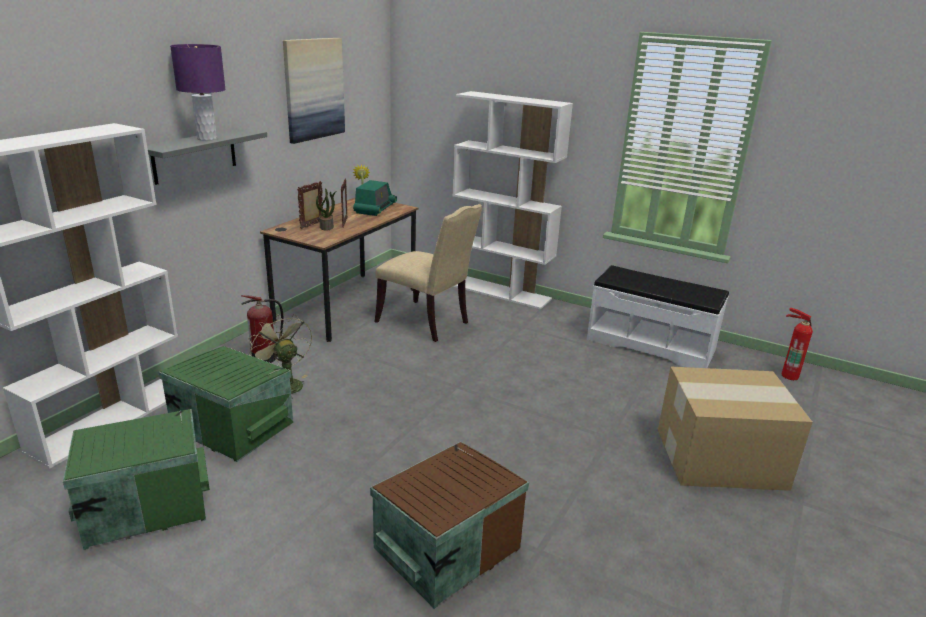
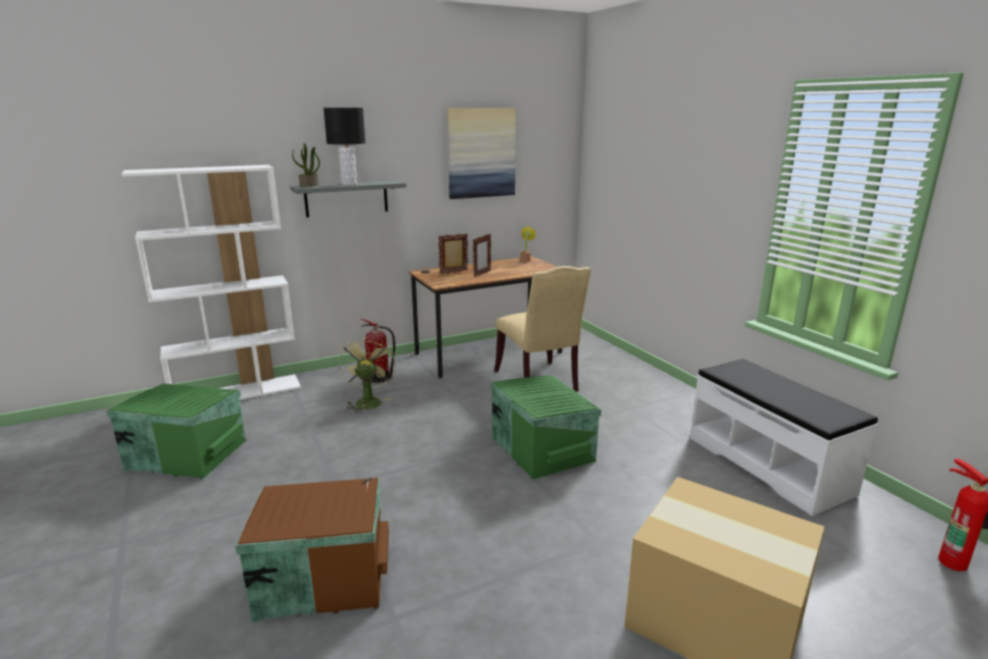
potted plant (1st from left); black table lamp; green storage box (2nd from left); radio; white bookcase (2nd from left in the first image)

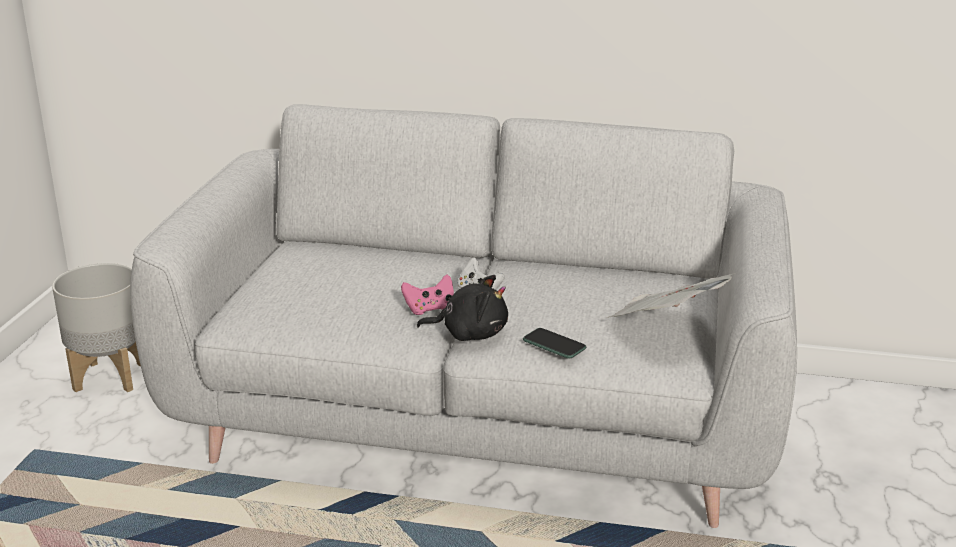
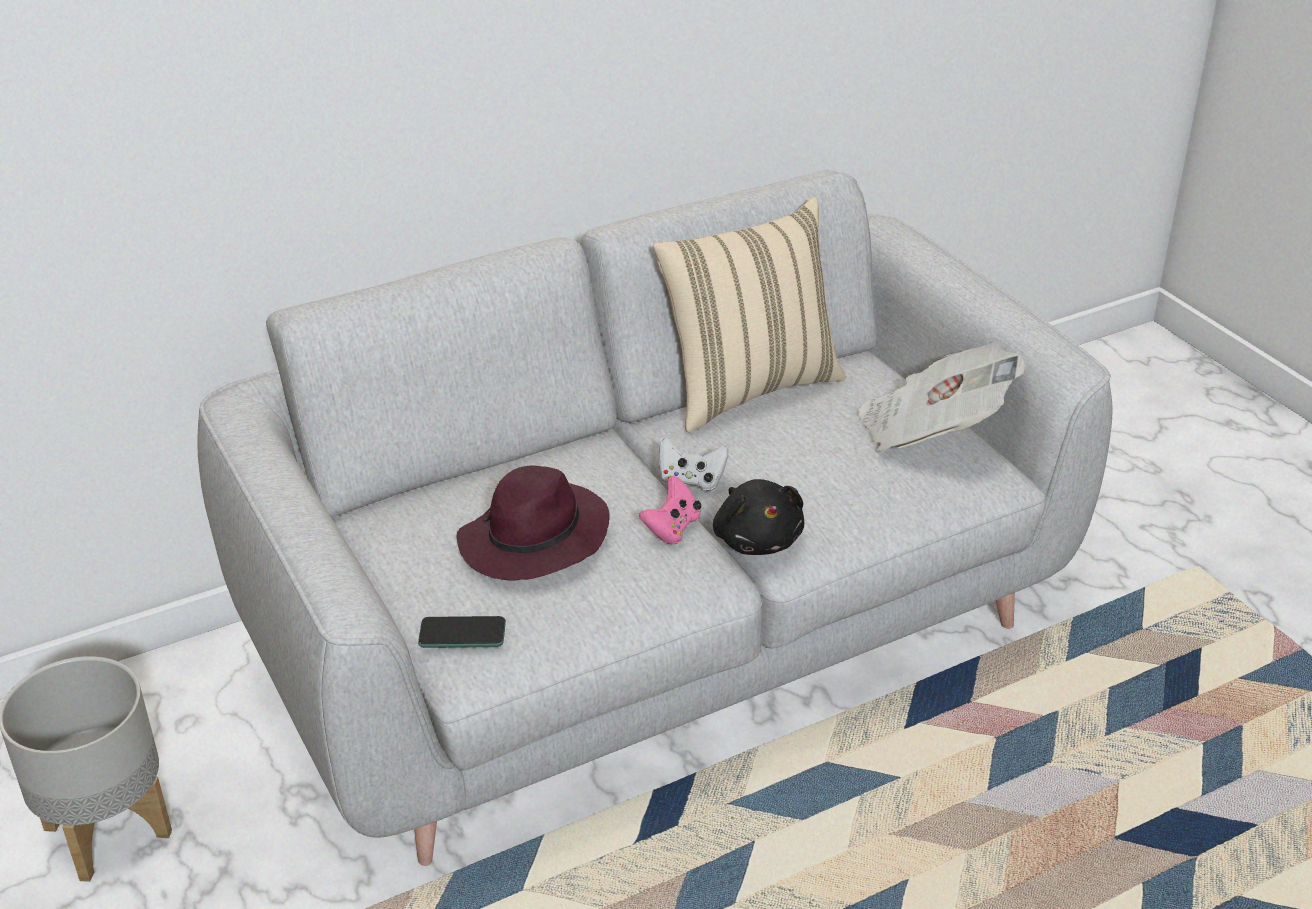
phone; purple hat; beige pillow; black plush toy

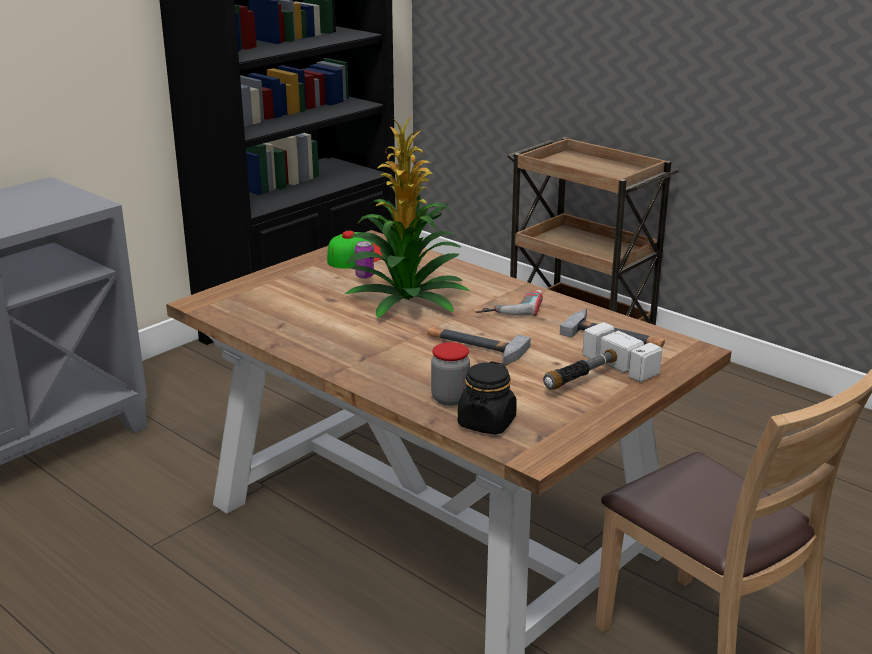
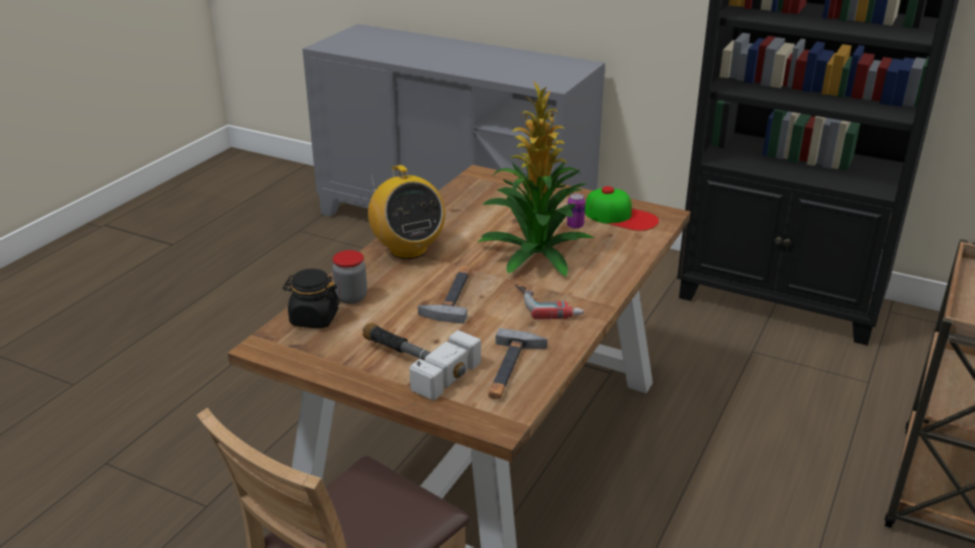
radio

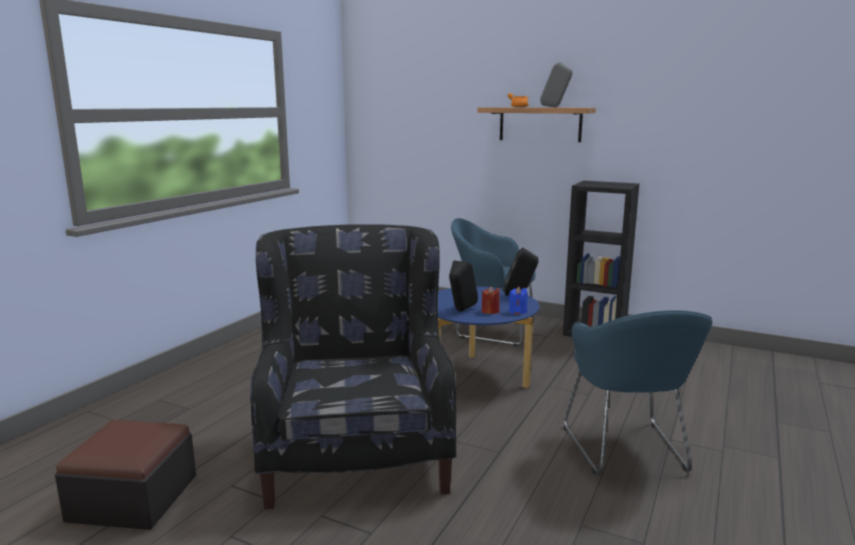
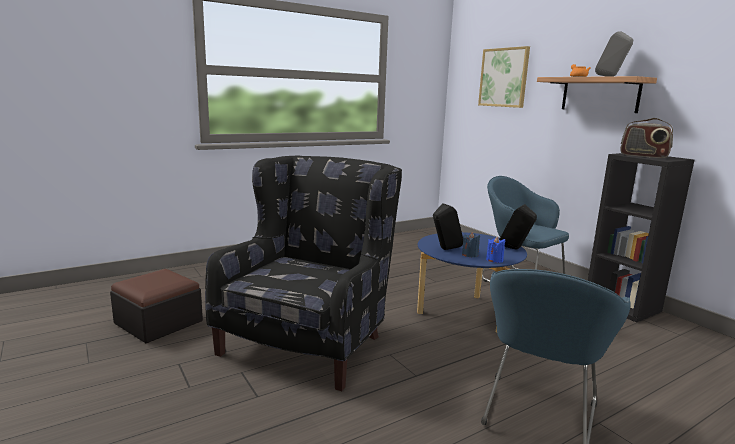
blue candle (1st from left); picture; radio

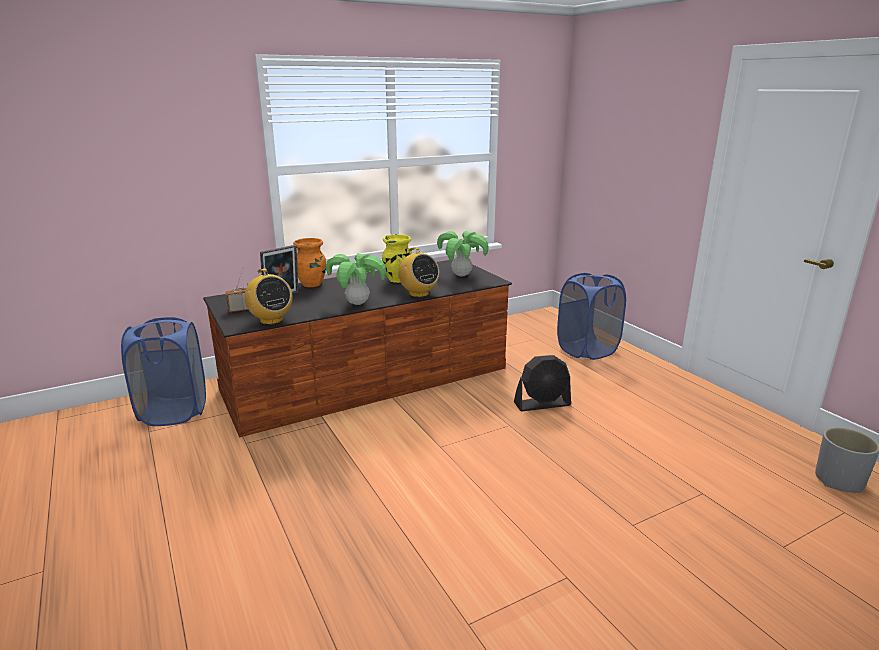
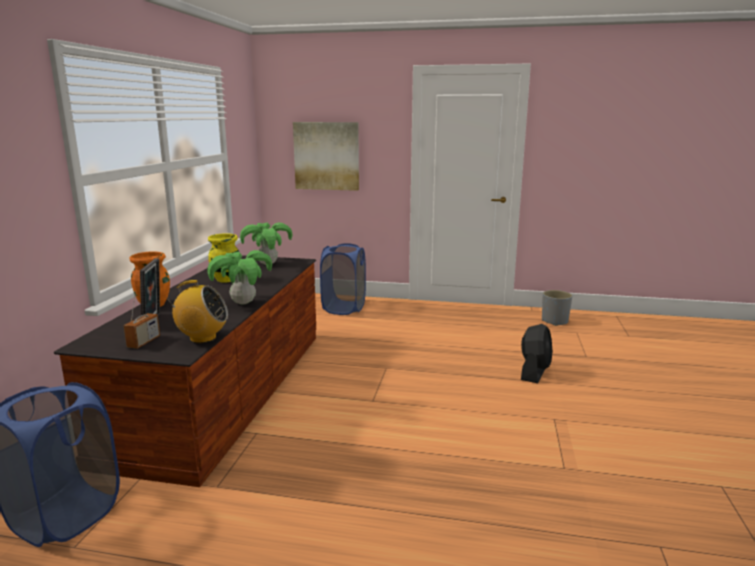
picture; black fan; radio (3rd from left in the first image)

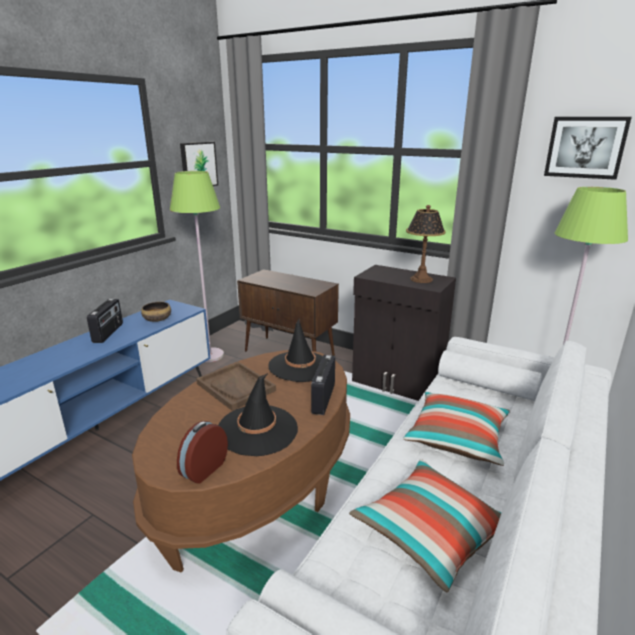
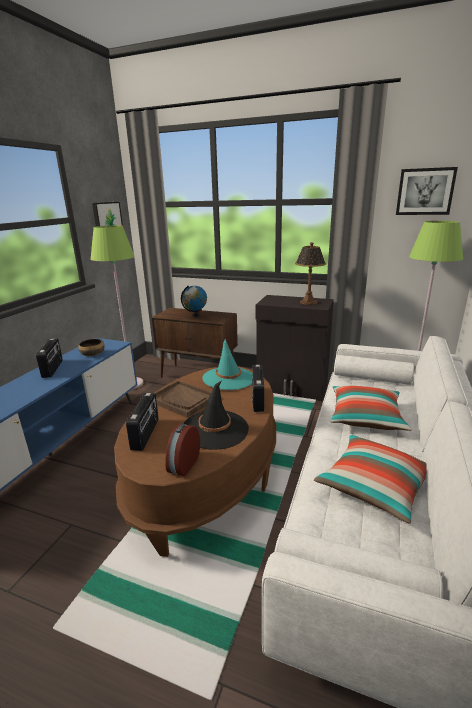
radio (2nd from left); globe; turquoise hat

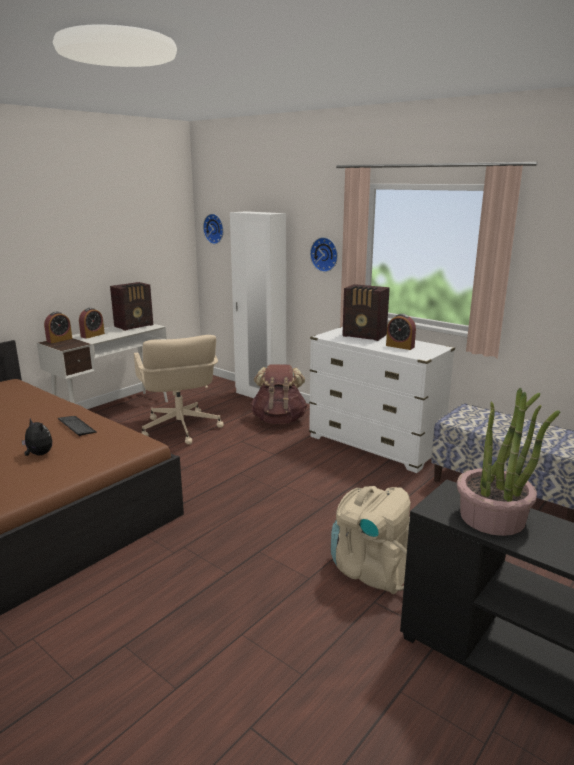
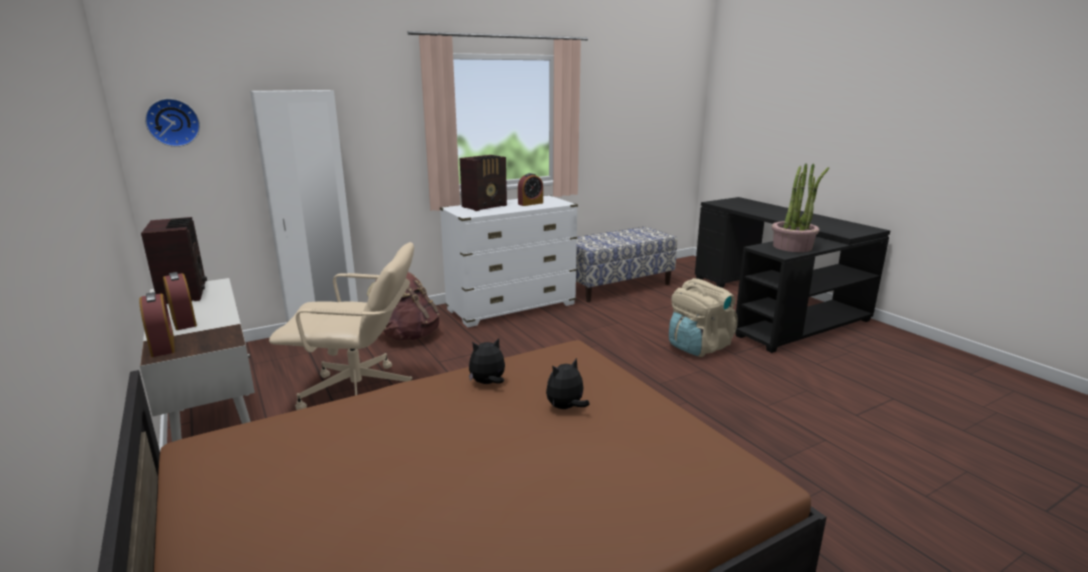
plush toy (1st from left); wall clock (2nd from left in the first image)

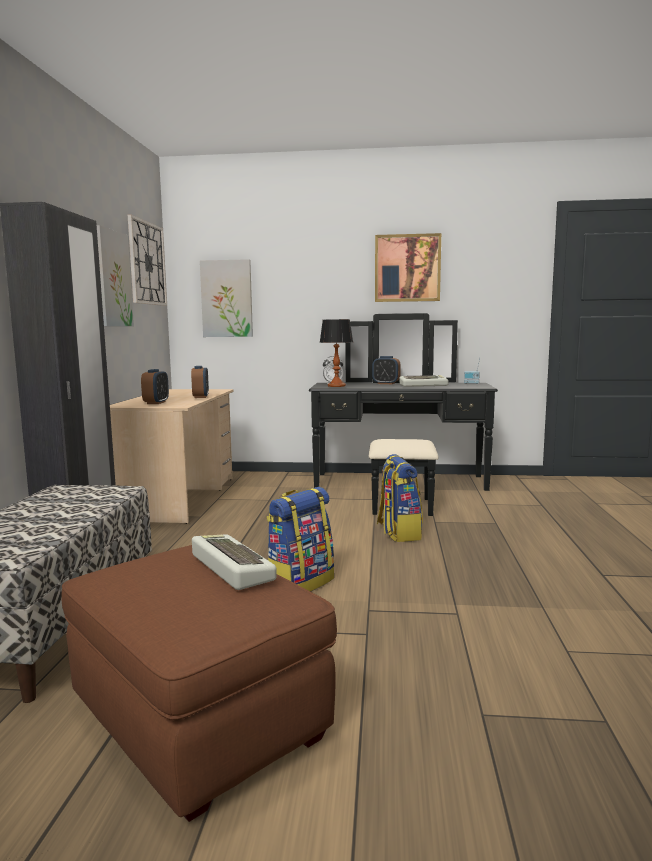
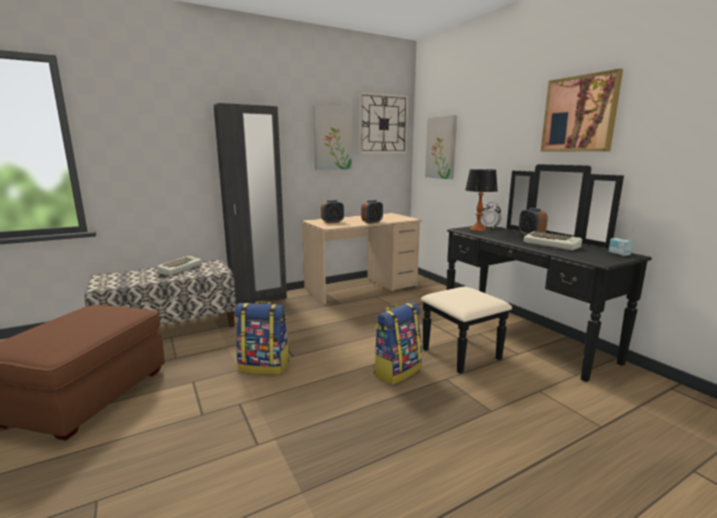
keyboard (1st from left)

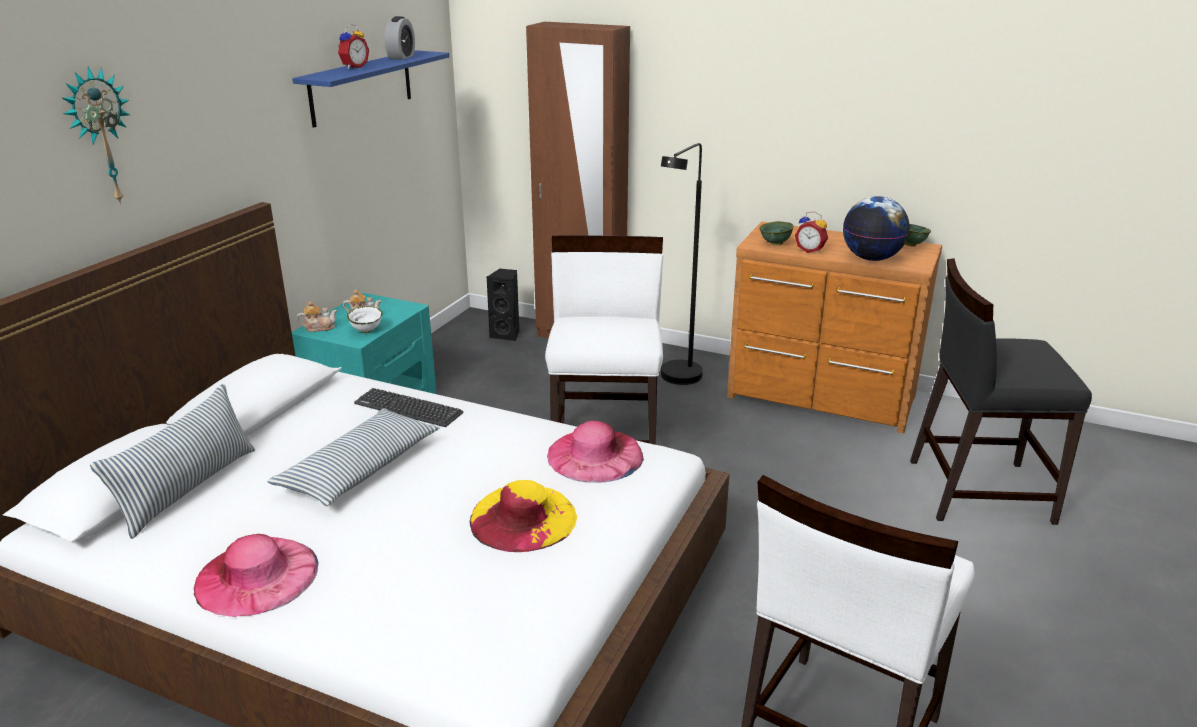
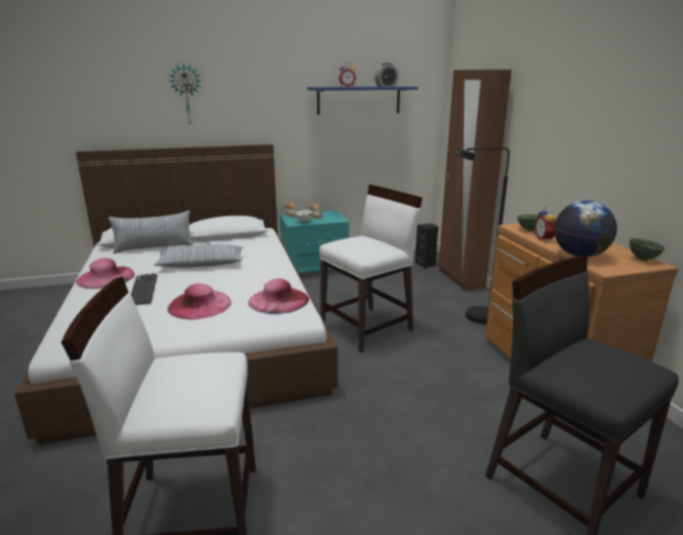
keyboard; pink hat (2nd from left)

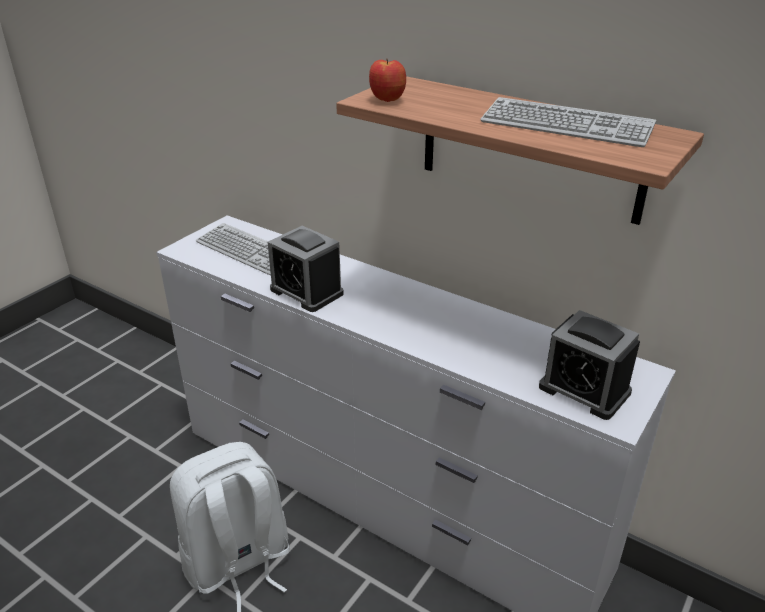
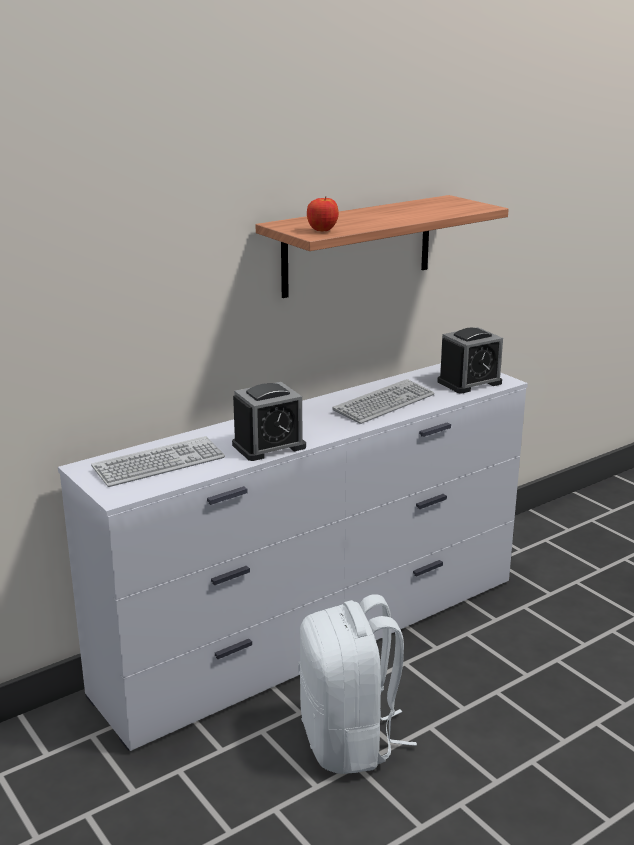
keyboard (2nd from left)

